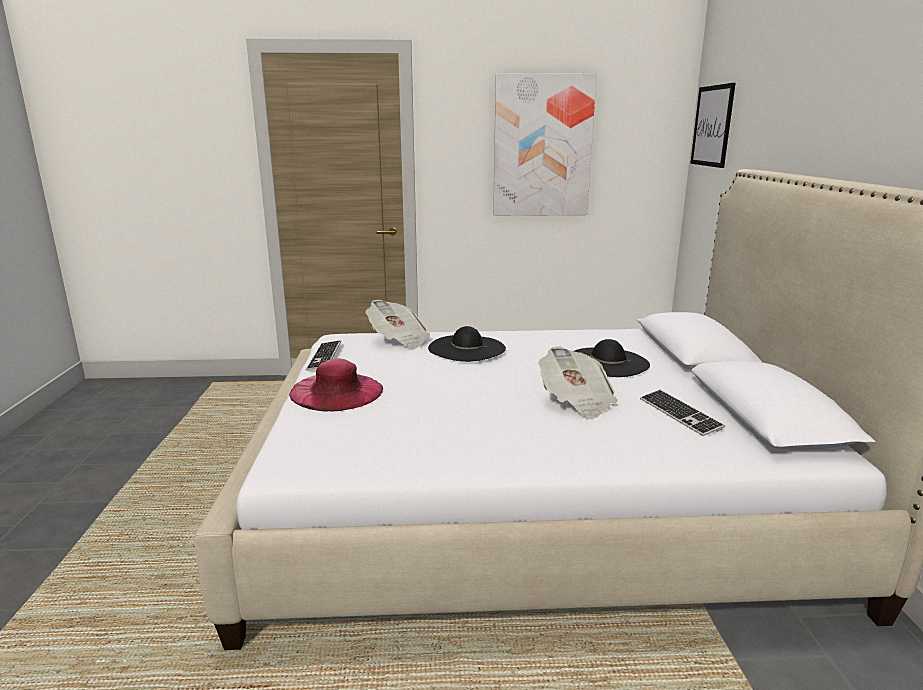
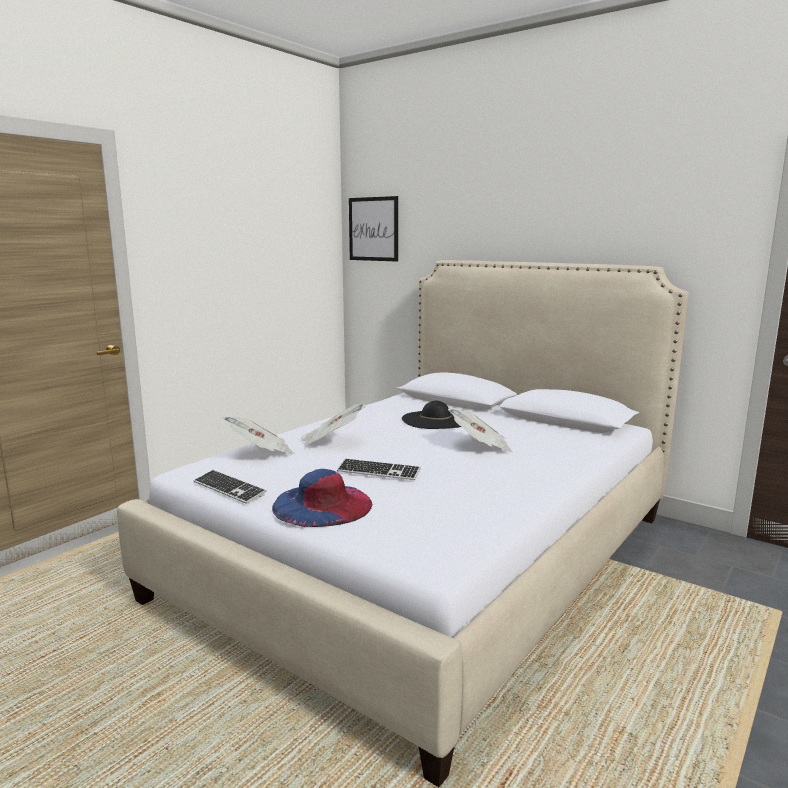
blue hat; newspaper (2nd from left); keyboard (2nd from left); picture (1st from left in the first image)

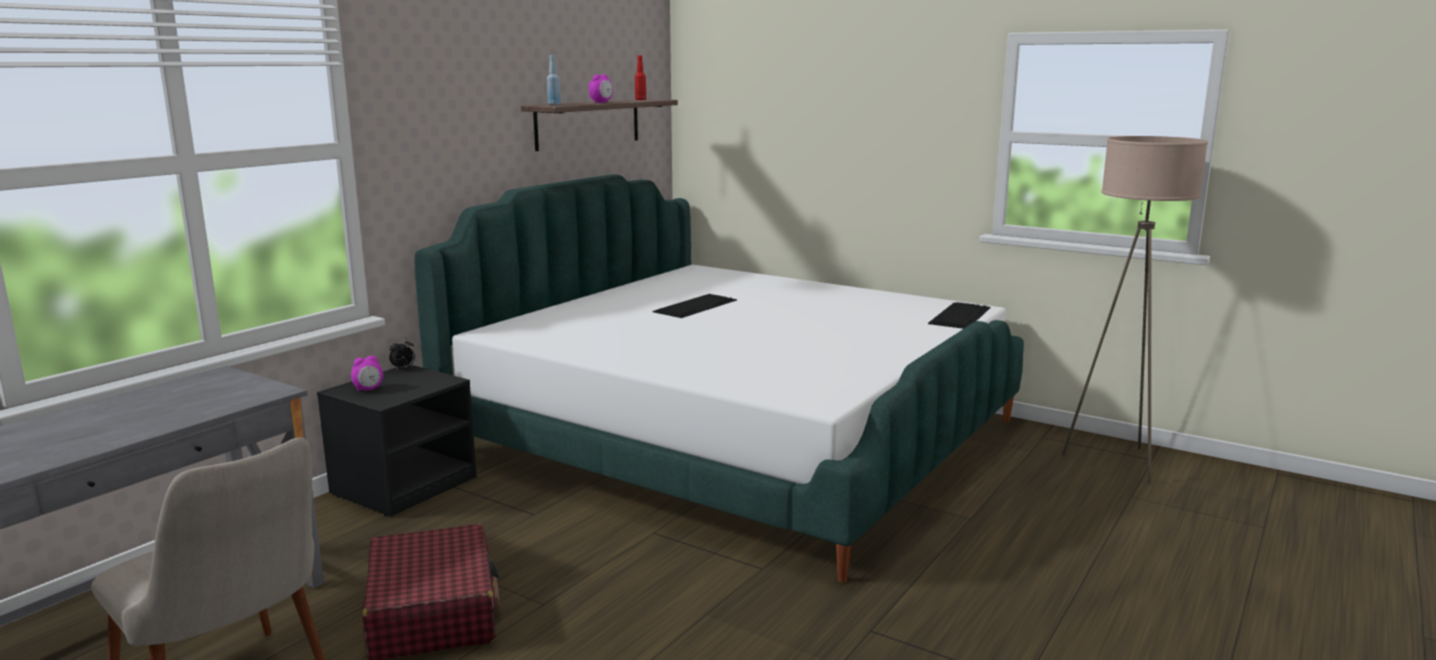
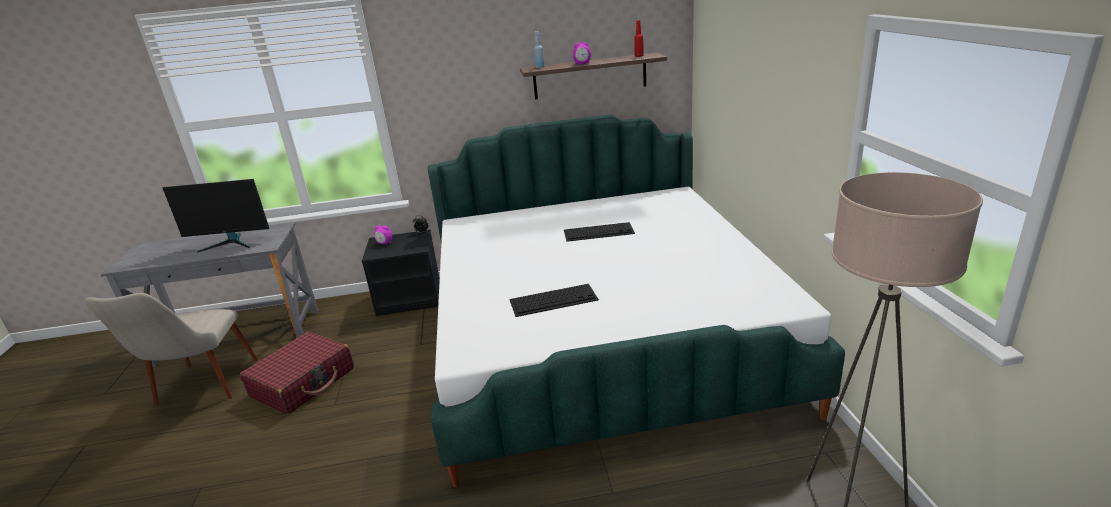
monitor; keyboard (1st from left)

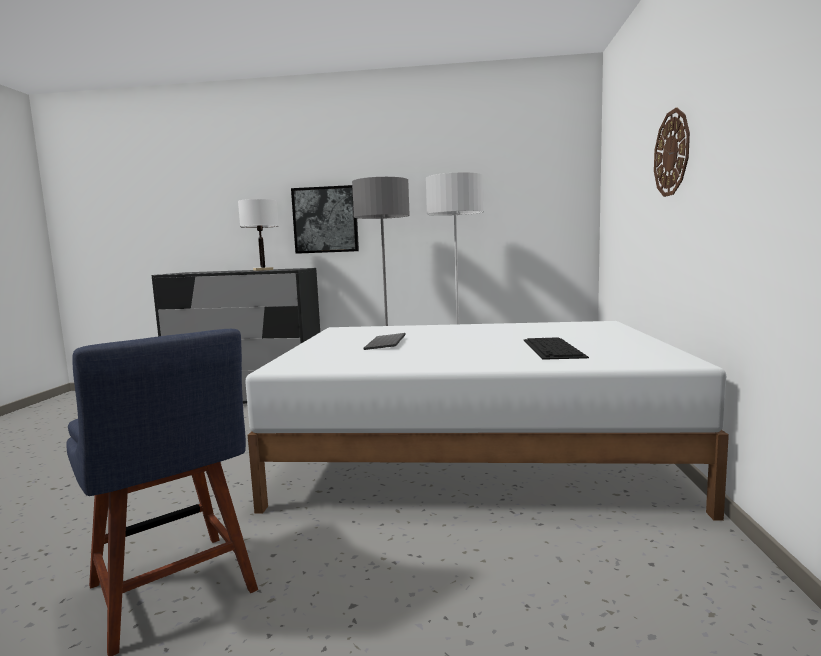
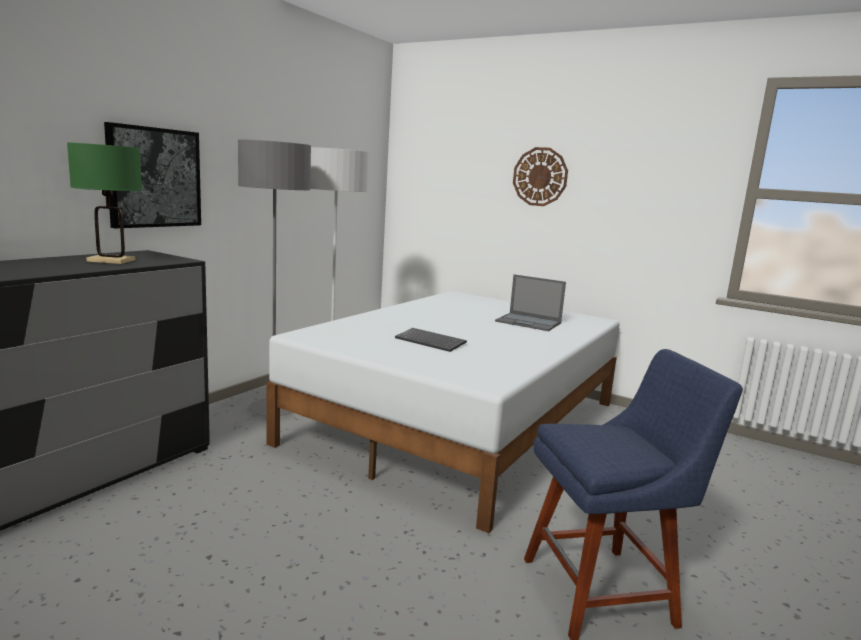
green table lamp; laptop

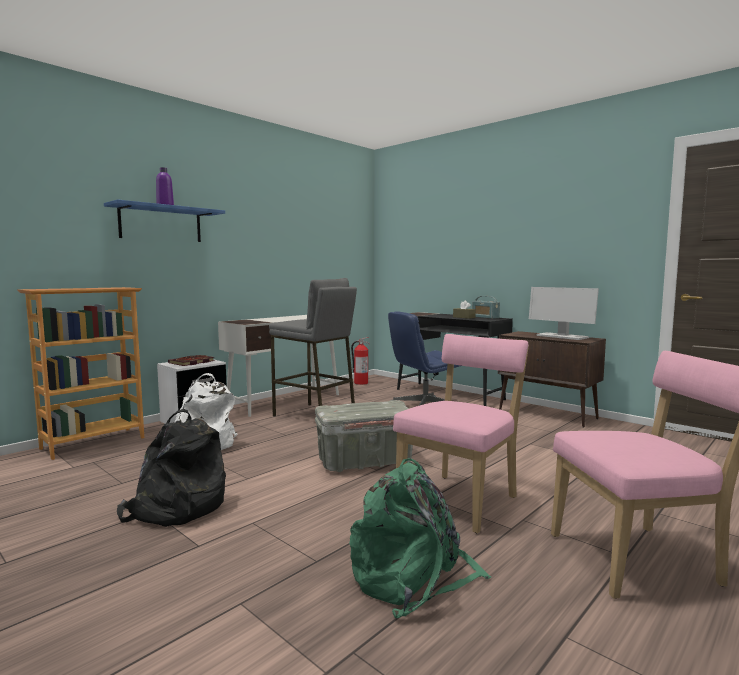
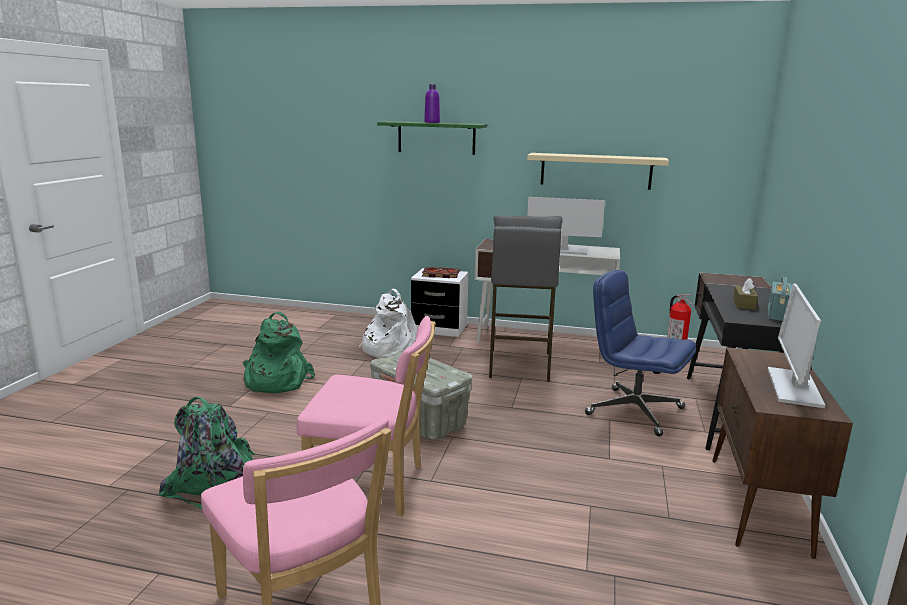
green backpack (2nd from left); green shelf; beige shelf; monitor (1st from left); bookcase

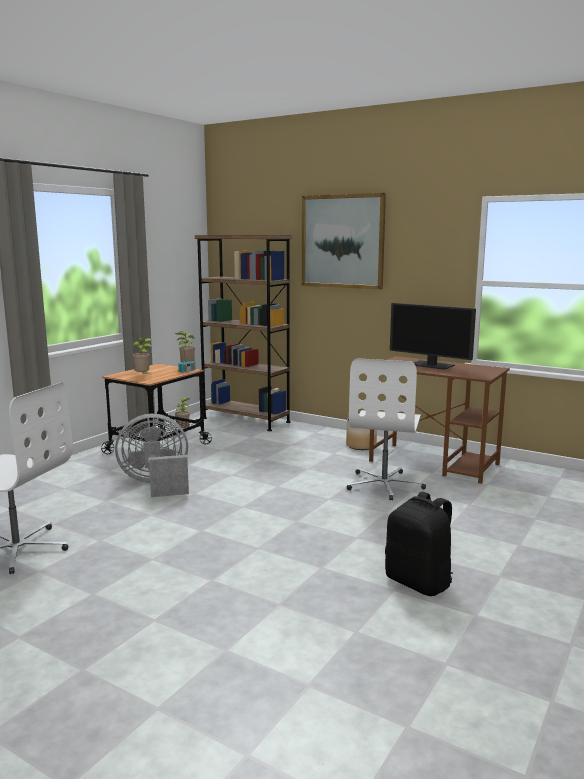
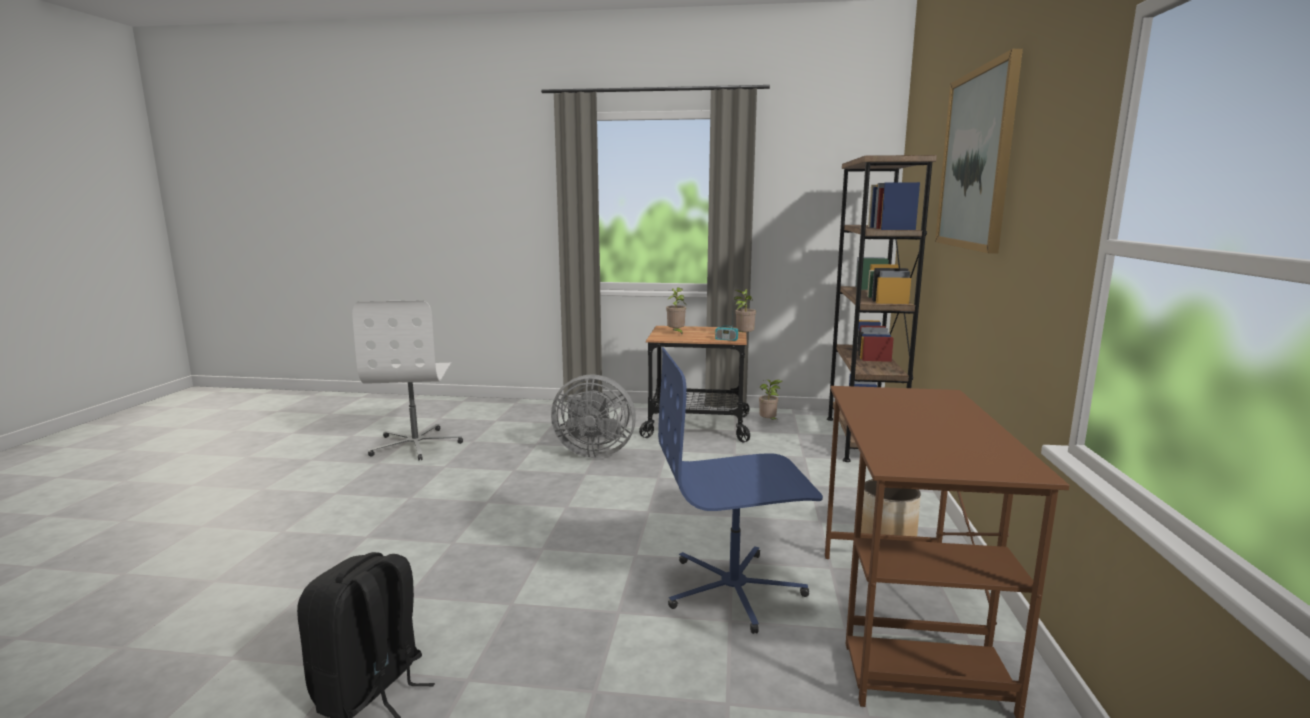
grey fan; blue office chair; monitor

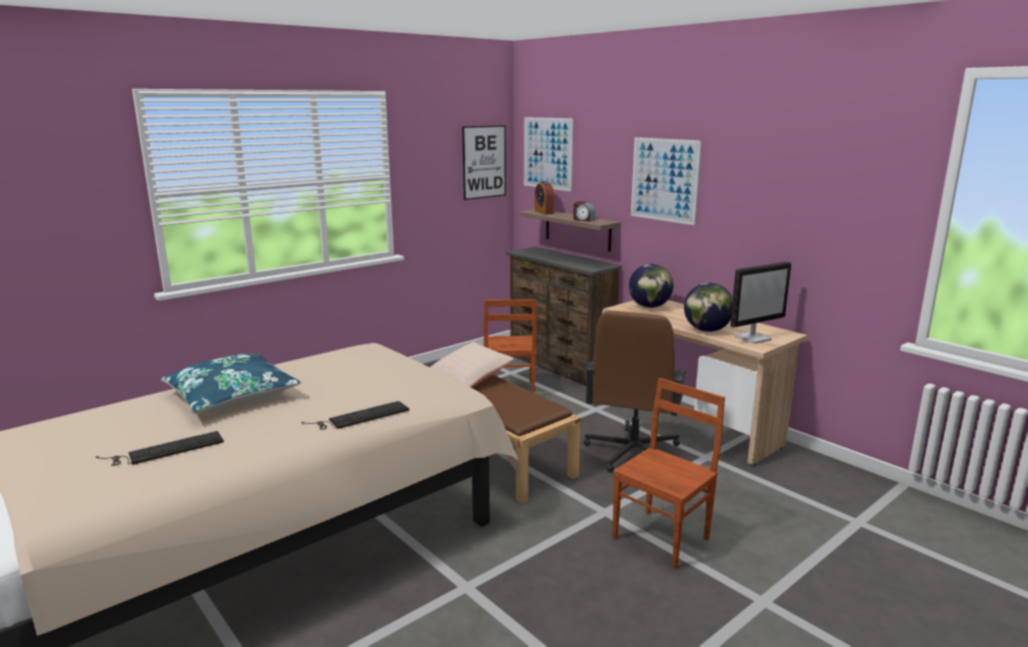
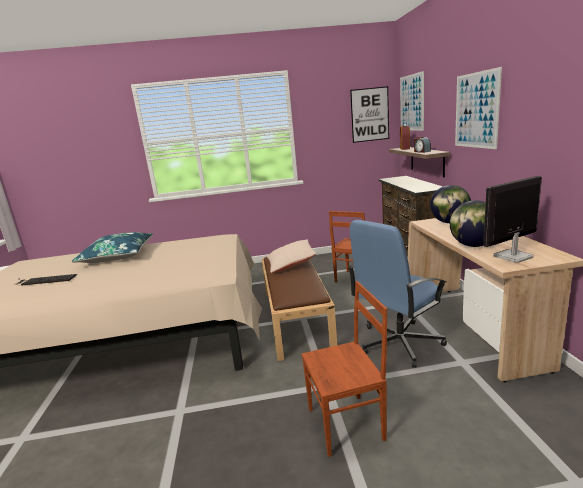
blue office chair; monitor; keyboard (2nd from left in the first image)

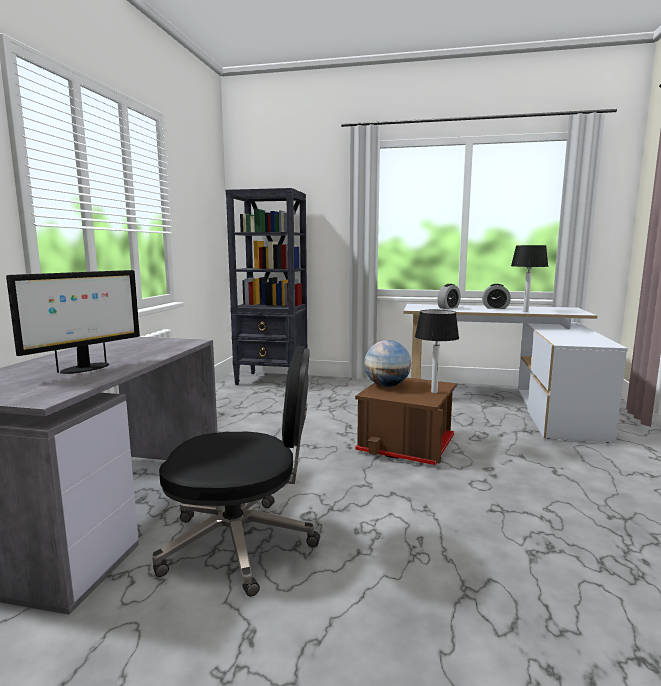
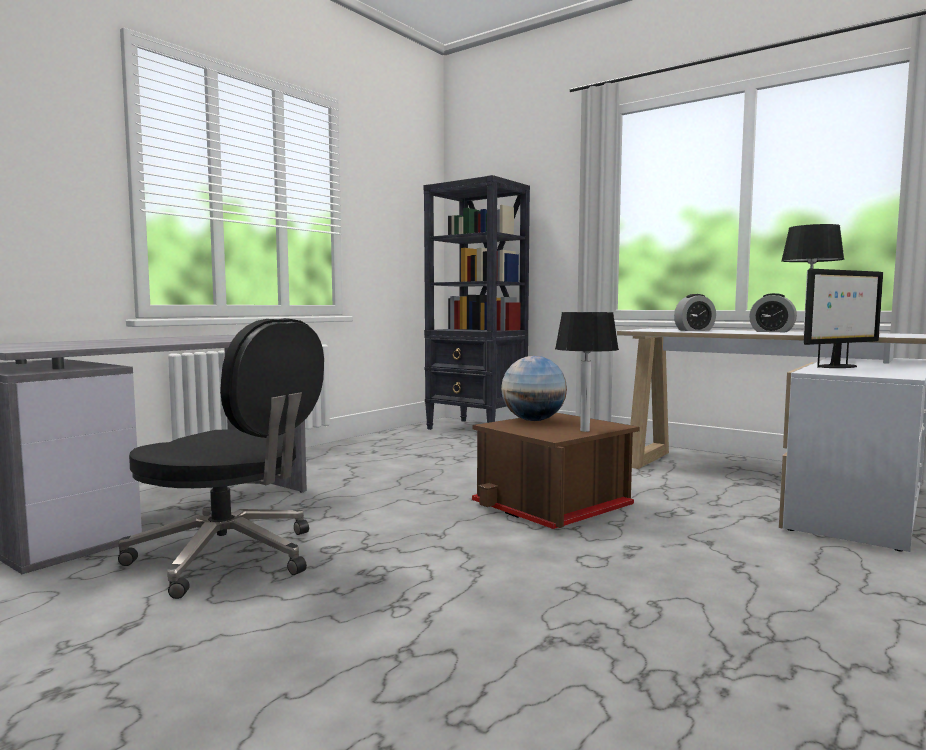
monitor

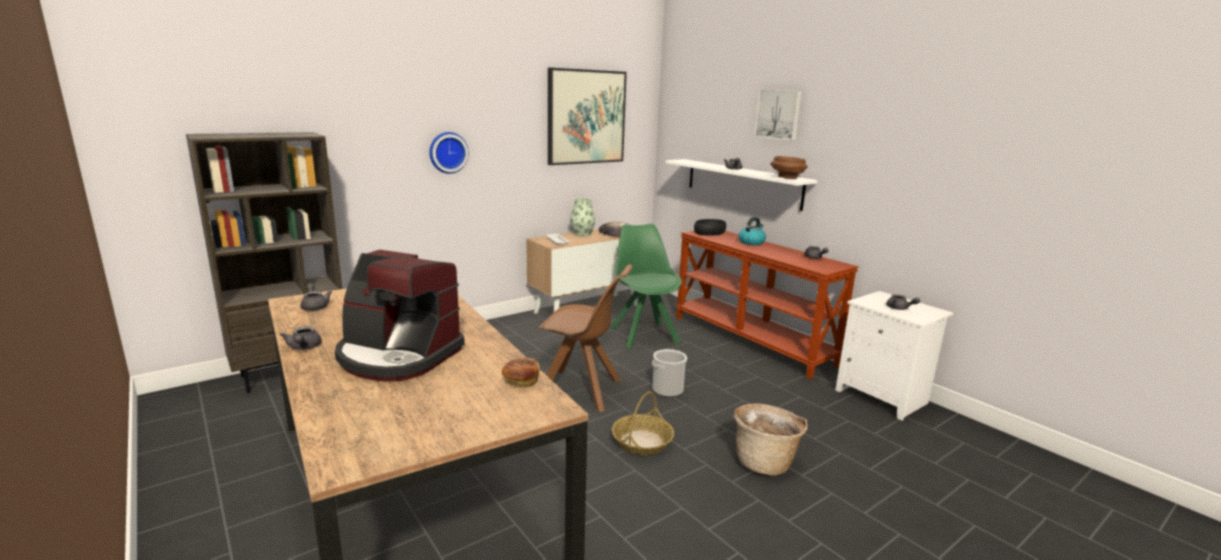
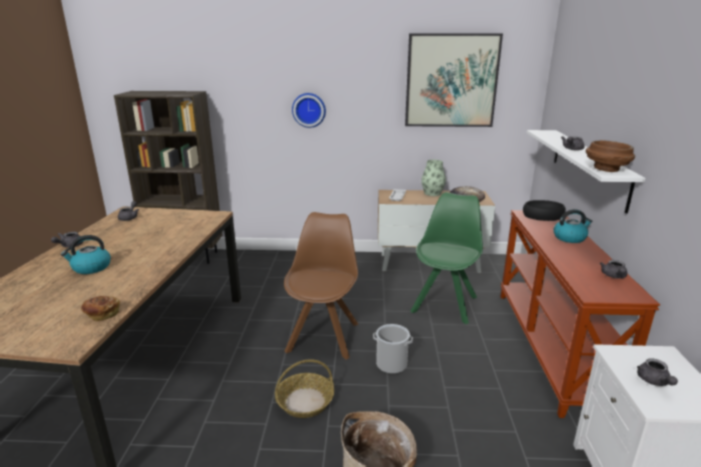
kettle (1st from left); brown chair; picture (2nd from left in the first image)

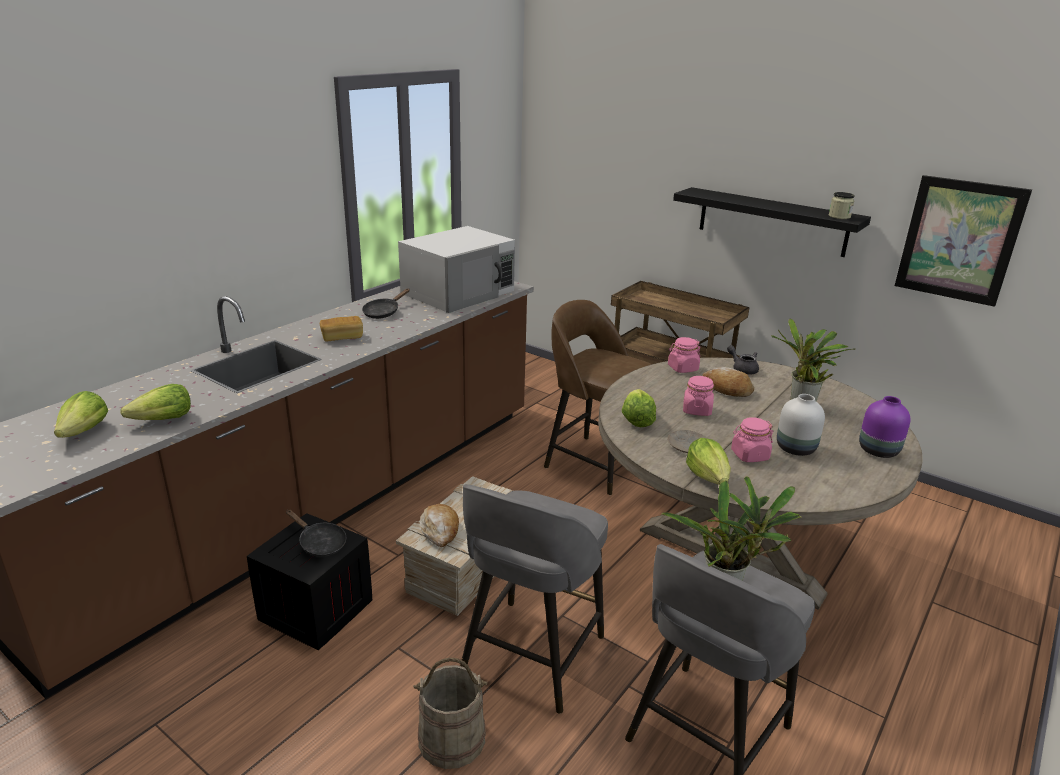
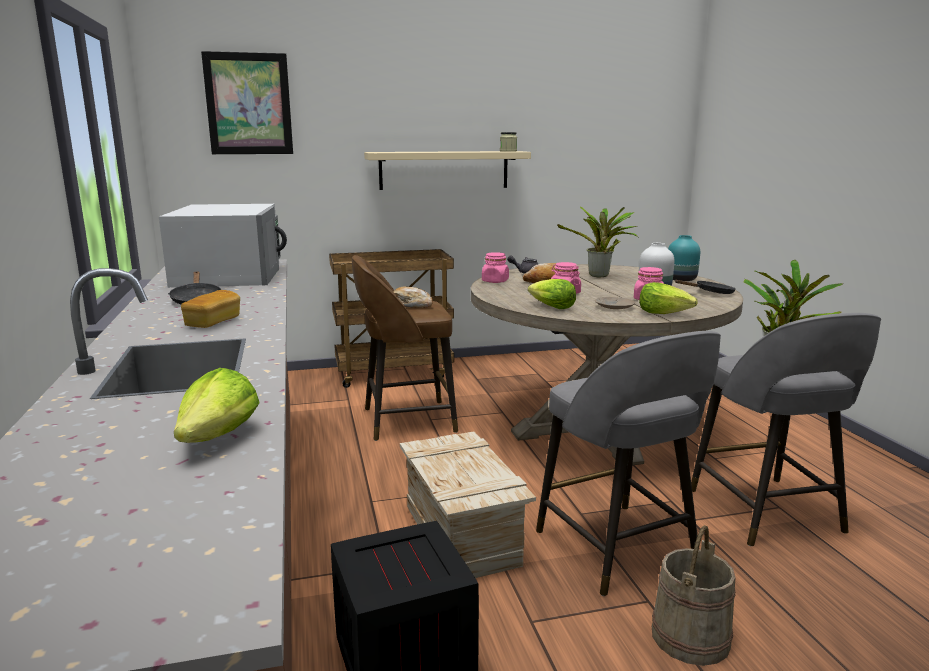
picture; beige shelf; bread (2nd from left); turquoise vase; black frying pan (2nd from left); lettuce (1st from left in the first image)

